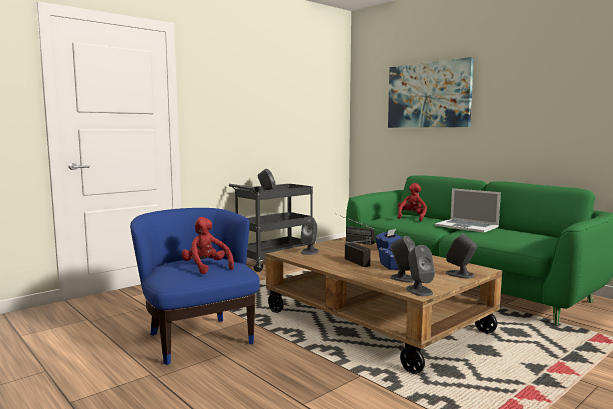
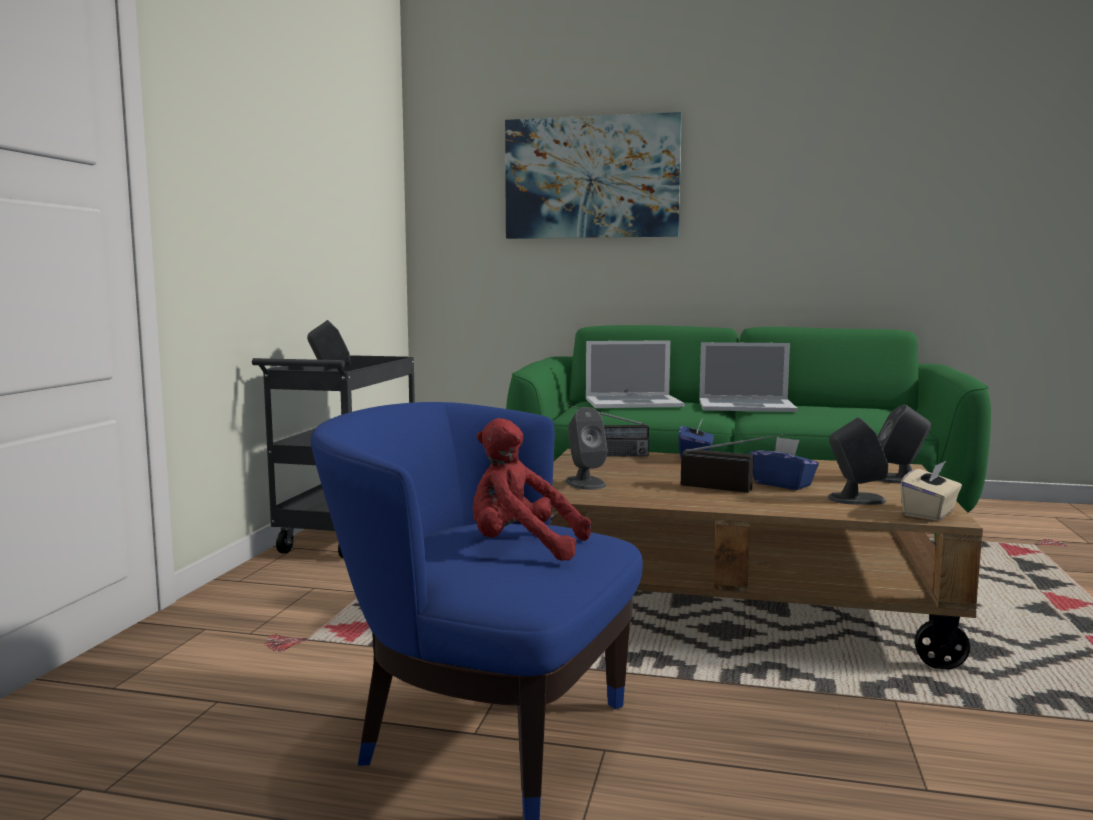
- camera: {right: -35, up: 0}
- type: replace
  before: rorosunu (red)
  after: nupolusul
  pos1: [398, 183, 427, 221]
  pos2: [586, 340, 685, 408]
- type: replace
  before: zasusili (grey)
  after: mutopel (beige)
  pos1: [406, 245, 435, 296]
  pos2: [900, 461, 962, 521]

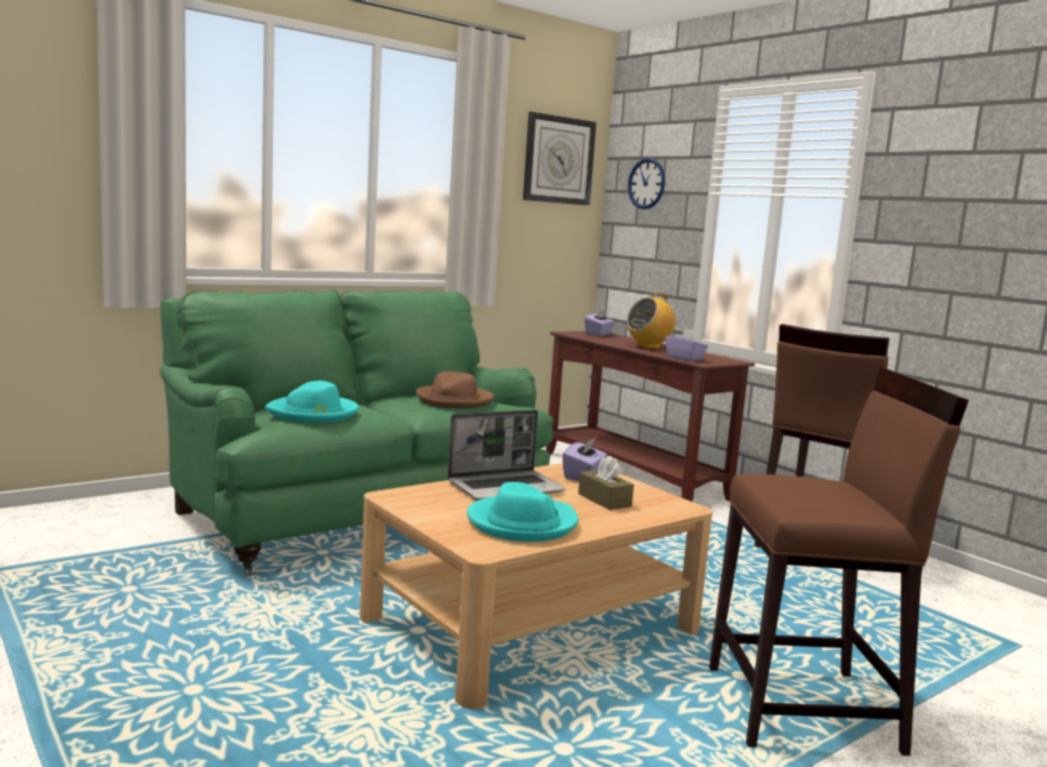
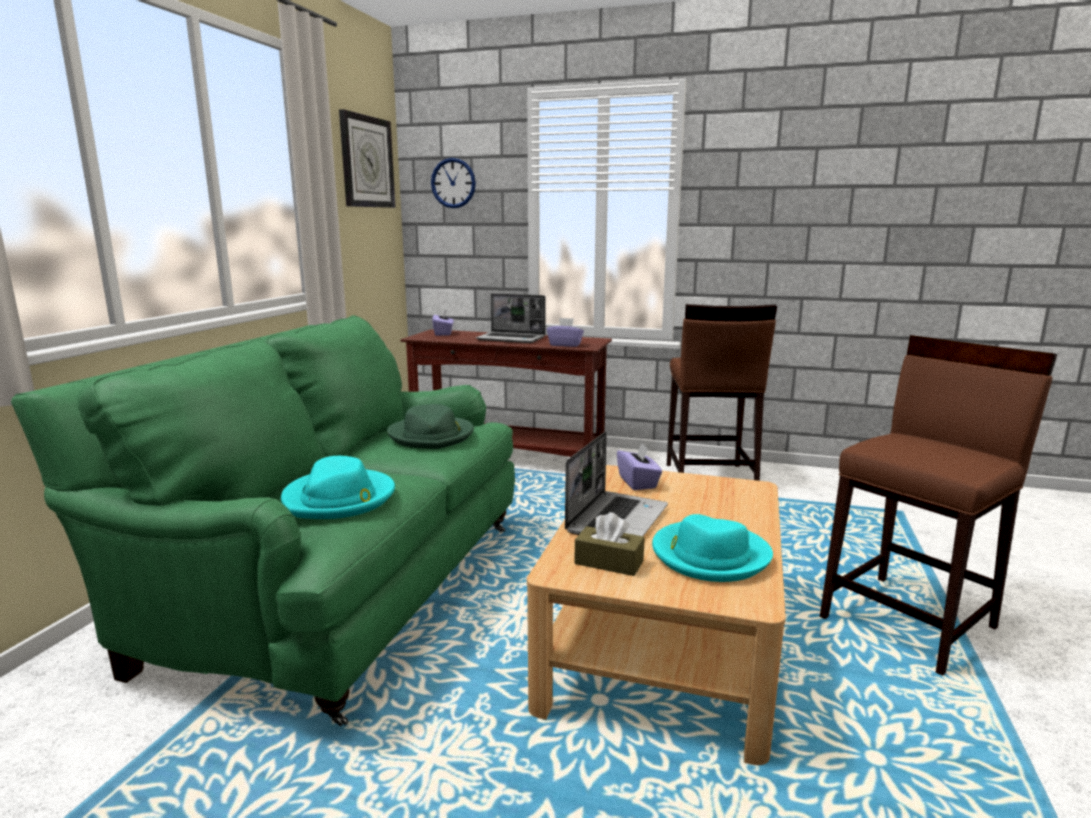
- camera: {right: -35, up: 5}
- type: recolor
  before: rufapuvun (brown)
  after: rufapuvun (green)
  pos1: [416, 371, 494, 408]
  pos2: [387, 404, 474, 449]
- type: replace
  before: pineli
  after: nupolusul
  pos1: [627, 292, 676, 349]
  pos2: [476, 293, 545, 343]
- type: move
  before: mutopel (brown)
  pos1: [578, 456, 634, 510]
  pos2: [575, 512, 645, 576]

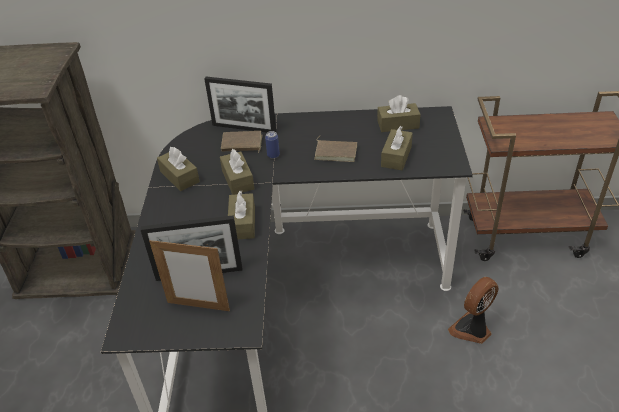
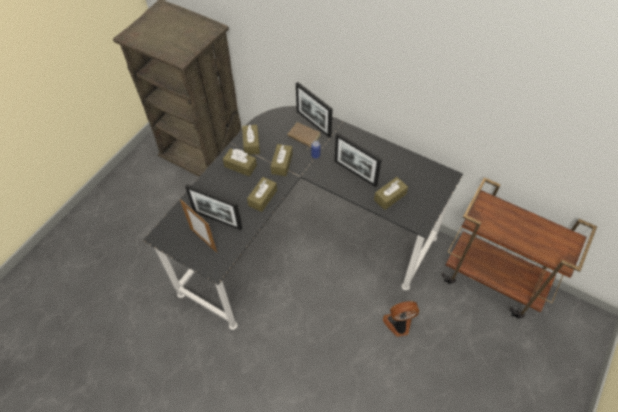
- camera: {right: 30, up: 15}
- type: move
  before: mutopel (brown)
  pos1: [377, 95, 421, 132]
  pos2: [223, 148, 257, 176]
- type: replace
  before: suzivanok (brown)
  after: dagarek
  pos1: [314, 135, 357, 162]
  pos2: [335, 133, 382, 187]

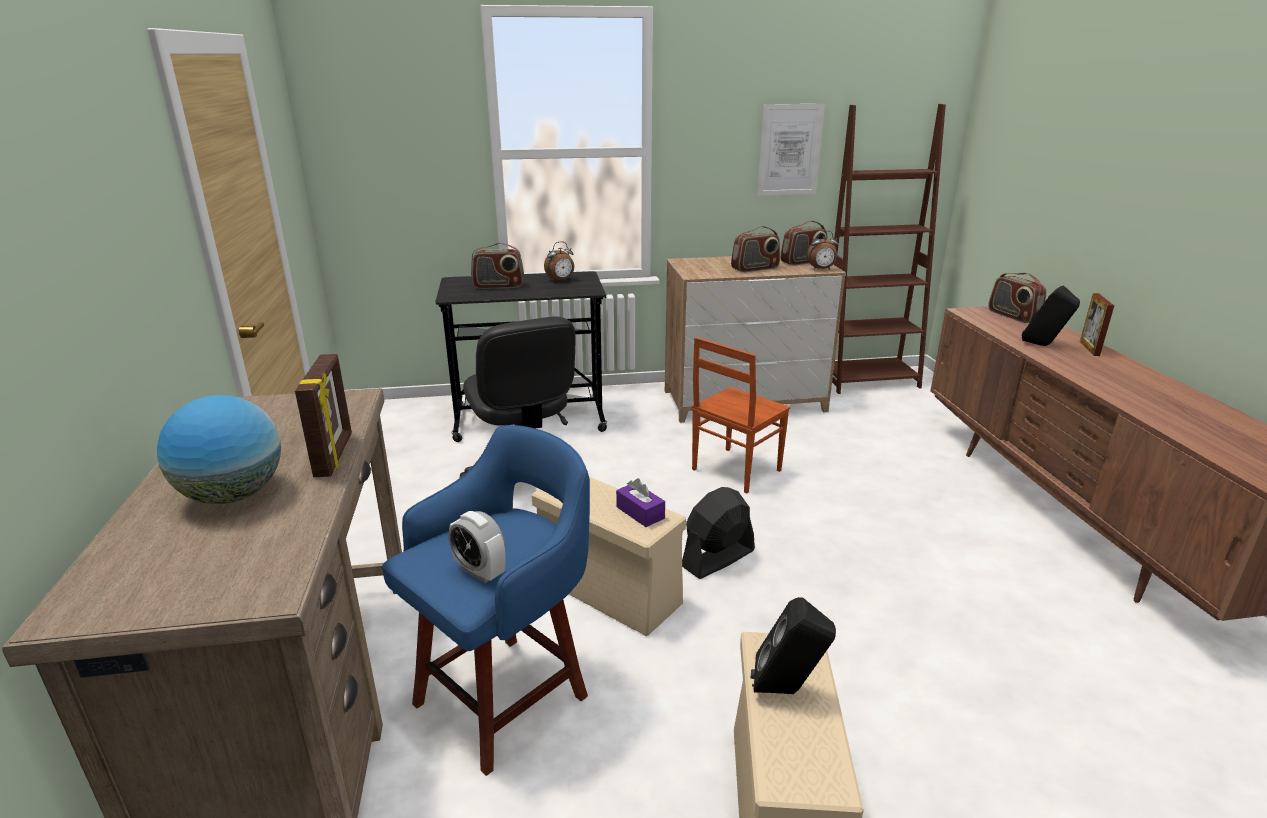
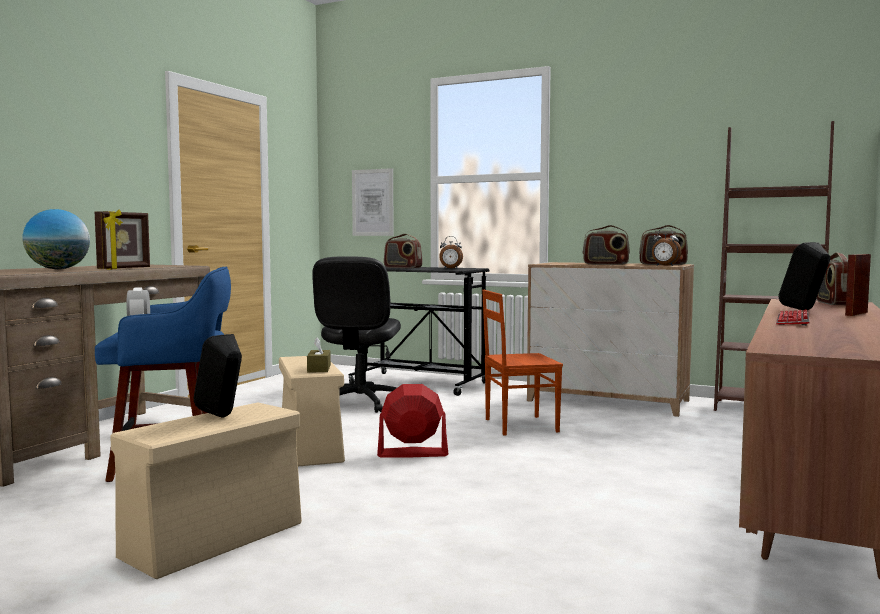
- camera: {right: 35, up: -20}
- type: recolor
  before: mutopel (purple)
  after: mutopel (brown)
  pos1: [616, 478, 665, 527]
  pos2: [307, 337, 331, 372]
- type: move
  before: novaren
  pos1: [758, 104, 825, 196]
  pos2: [352, 168, 394, 236]
- type: recolor
  before: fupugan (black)
  after: fupugan (red)
  pos1: [682, 487, 755, 579]
  pos2: [377, 384, 448, 457]
- type: insert
  after: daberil
  pos2: [776, 309, 810, 326]

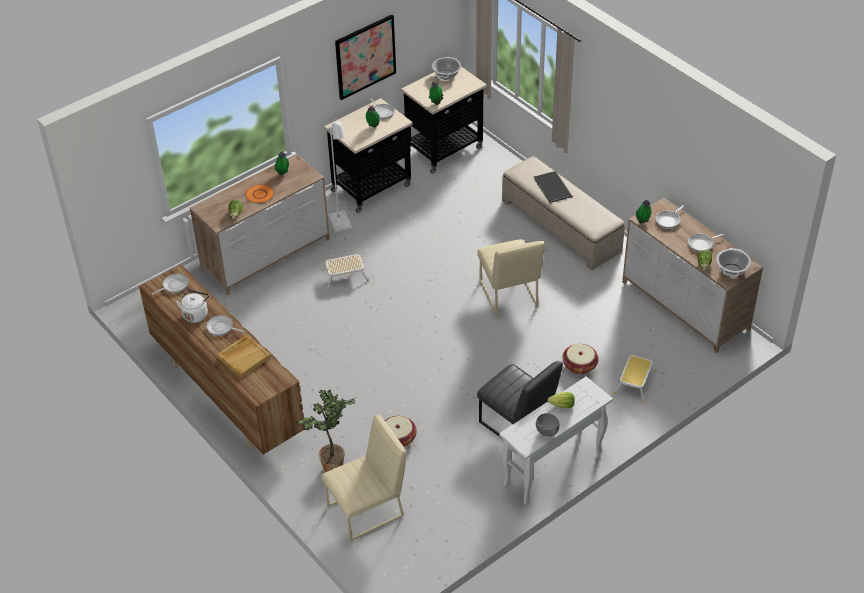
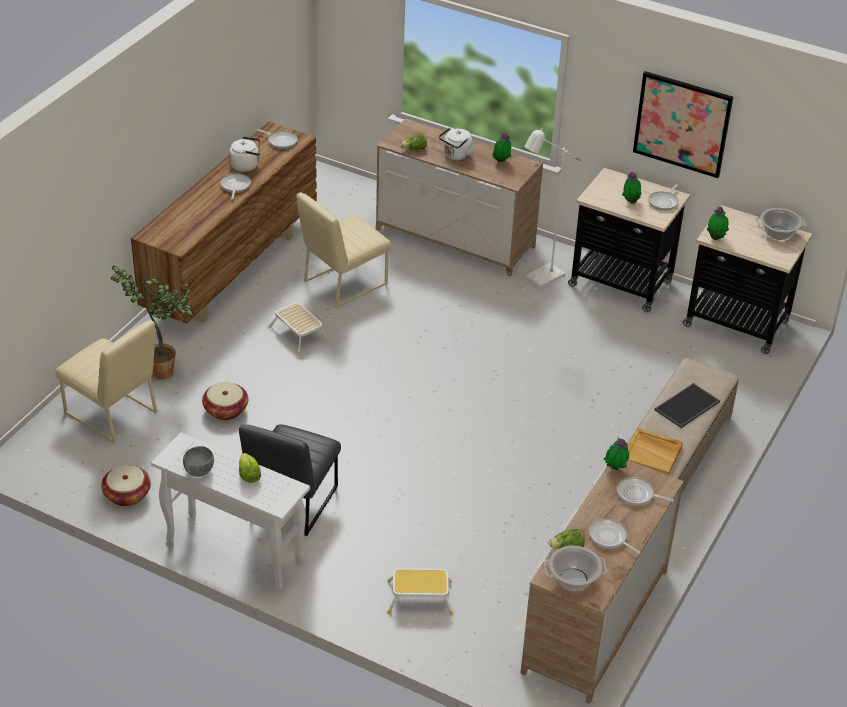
- camera: {right: 65, up: -5}
- type: move
  before: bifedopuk
  pos1: [562, 344, 599, 374]
  pos2: [101, 465, 151, 506]
- type: move
  before: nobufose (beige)
  pos1: [321, 254, 369, 290]
  pos2: [268, 302, 330, 355]
- type: move
  before: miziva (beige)
  pos1: [477, 239, 545, 316]
  pos2: [296, 192, 391, 308]
- type: replace
  before: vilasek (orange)
  after: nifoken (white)
  pos1: [245, 184, 274, 203]
  pos2: [439, 128, 474, 161]
- type: move
  before: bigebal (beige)
  pos1: [217, 335, 271, 378]
  pos2: [628, 428, 683, 475]

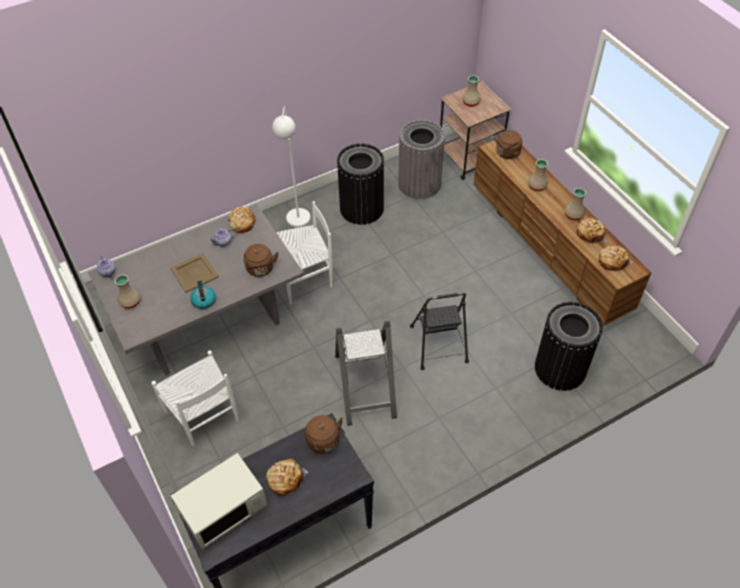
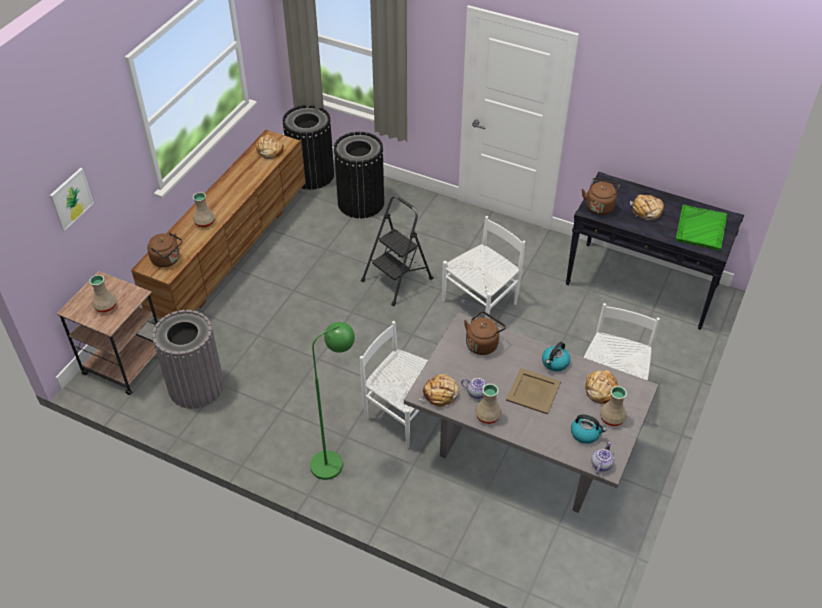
- camera: {right: -125, up: -5}
- type: insert
  after: novaren
  pos2: [50, 168, 94, 231]
- type: move
  before: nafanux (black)
  pos1: [337, 144, 384, 225]
  pos2: [283, 105, 334, 190]
- type: recolor
  before: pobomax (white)
  after: pobomax (green)
  pos1: [272, 106, 311, 228]
  pos2: [310, 322, 355, 480]
- type: replace
  before: nobufose (grey)
  after: miziva (white)
  pos1: [335, 321, 397, 426]
  pos2: [442, 216, 525, 319]
- type: move
  before: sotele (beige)
  pos1: [565, 188, 586, 221]
  pos2: [475, 384, 501, 424]
- type: insert
  after: nifoken
  pos2: [571, 414, 607, 444]
- type: move
  before: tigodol
  pos1: [576, 218, 607, 243]
  pos2: [584, 370, 618, 404]
- type: replace
  before: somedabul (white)
  after: bigebal (green)
  pos1: [171, 453, 267, 549]
  pos2: [676, 204, 727, 251]

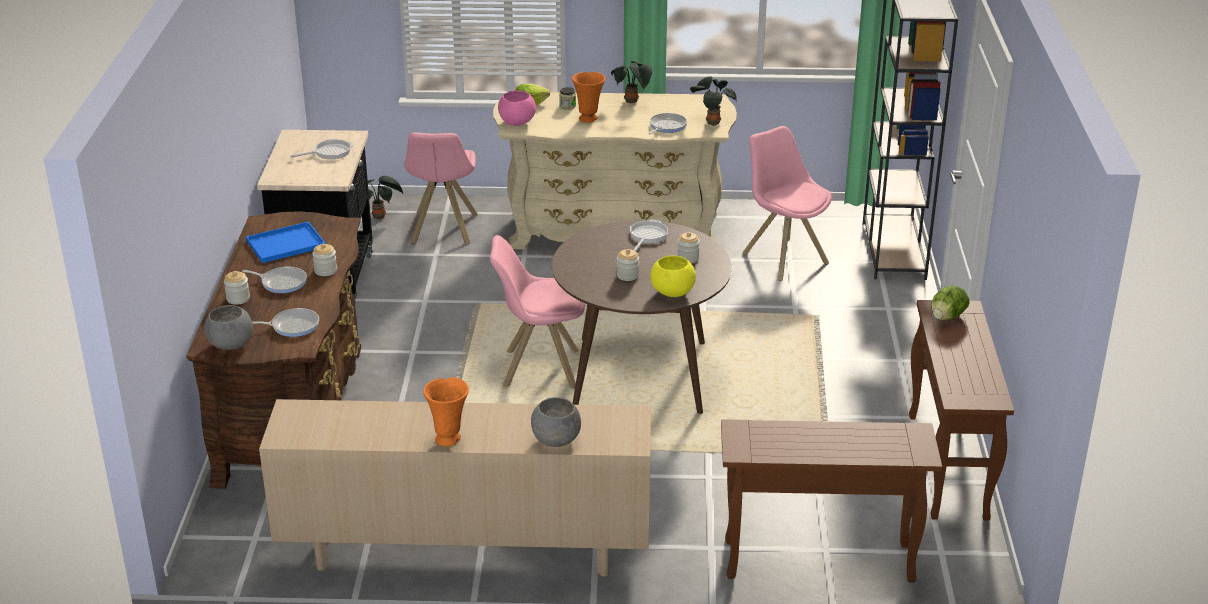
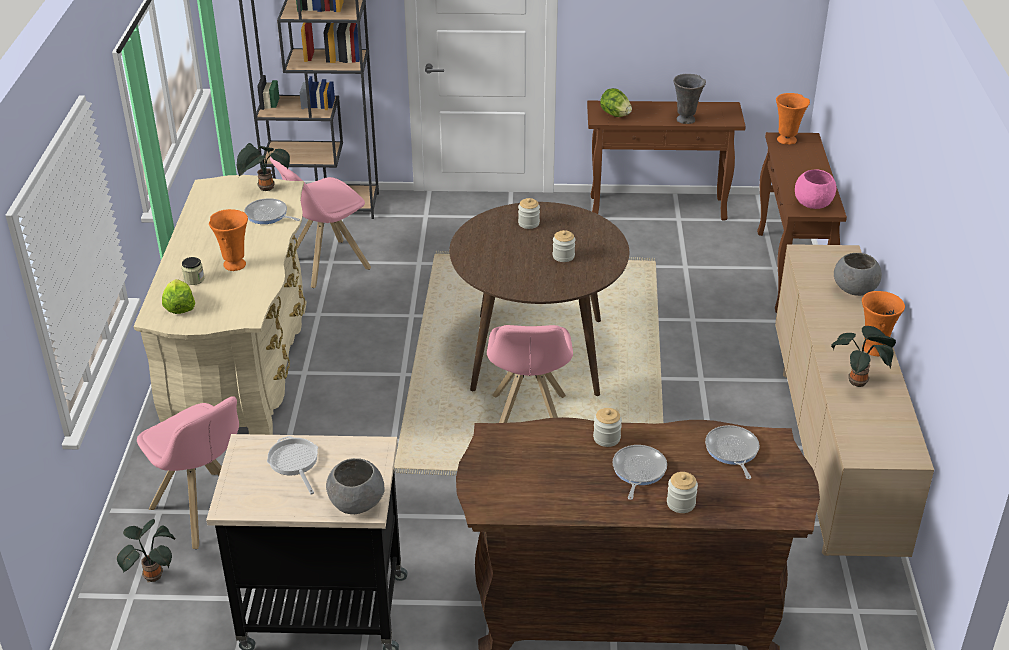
- camera: {right: -90, up: 5}
- type: rotate
  before: miziva (pink)
  pos1: [404, 133, 478, 244]
  pos2: [137, 396, 239, 549]
  turn: 45
- type: move
  before: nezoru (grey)
  pos1: [204, 305, 253, 350]
  pos2: [326, 458, 385, 514]
- type: insert
  after: sotele (grey)
  pos2: [673, 74, 706, 124]
- type: insert
  after: sotele (orange)
  pos2: [776, 93, 810, 145]
- type: move
  before: nezoru (pink)
  pos1: [498, 90, 536, 126]
  pos2: [795, 169, 836, 209]
- type: move
  before: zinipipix
  pos1: [611, 60, 652, 103]
  pos2: [831, 326, 896, 387]
- type: delete
  before: bigebal (blue)
  pos1: [246, 221, 326, 263]
- type: delete
  before: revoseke
  pos1: [630, 220, 668, 251]
- type: delete
  before: nezoru (yellow)
  pos1: [650, 256, 696, 297]

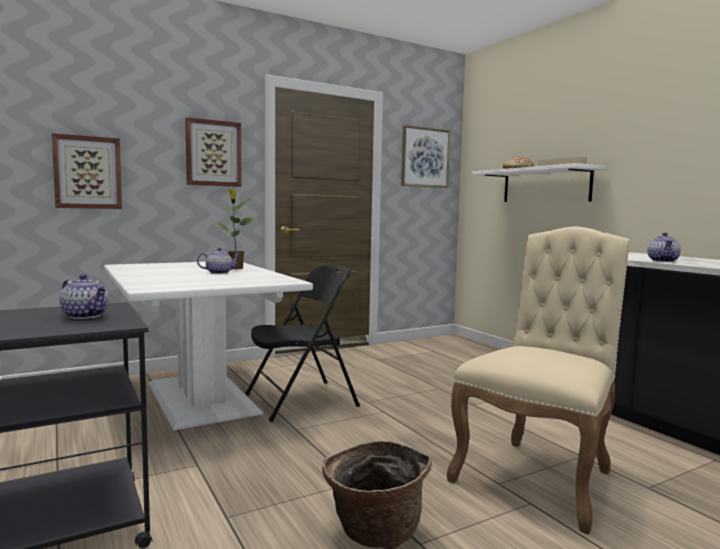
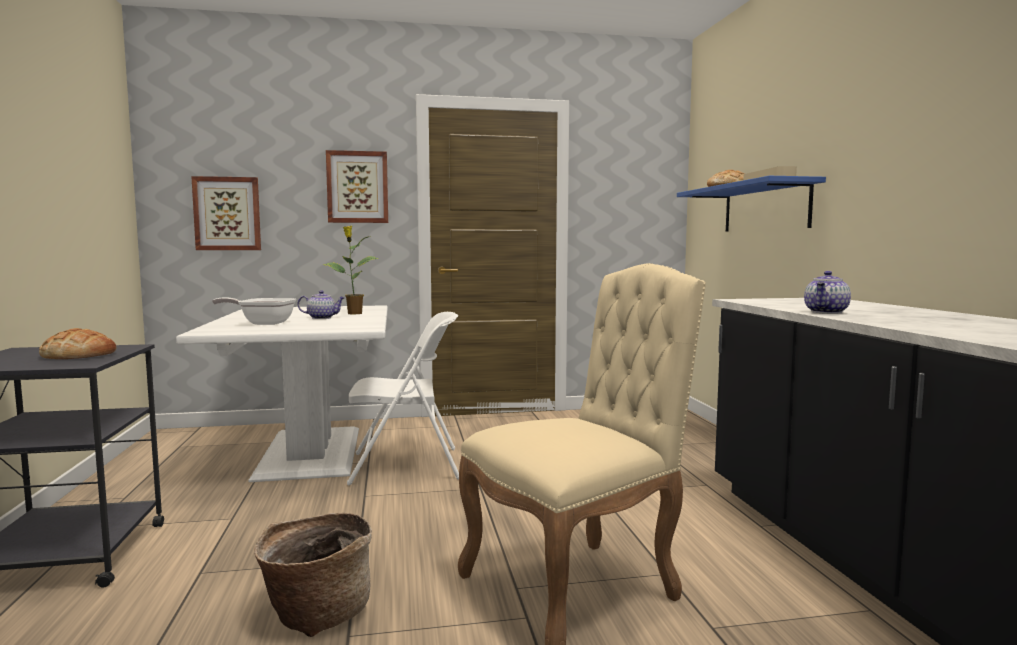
- camera: {right: 20, up: 0}
- type: replace
  before: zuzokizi
  after: tigodol
  pos1: [59, 274, 108, 319]
  pos2: [39, 328, 116, 359]
- type: insert
  after: revoseke
  pos2: [212, 297, 296, 325]
- type: recolor
  before: miziva (black)
  after: miziva (white)
  pos1: [245, 265, 360, 422]
  pos2: [347, 312, 459, 486]
- type: recolor
  before: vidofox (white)
  after: vidofox (blue)
  pos1: [472, 163, 606, 202]
  pos2: [677, 176, 826, 232]
- type: delete
  before: novaren
  pos1: [401, 125, 451, 188]

